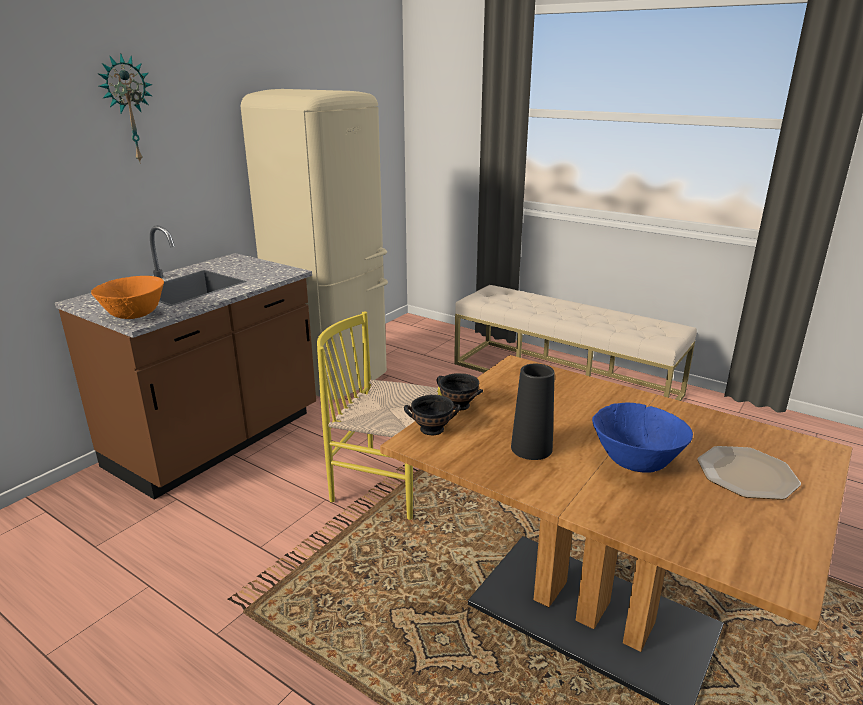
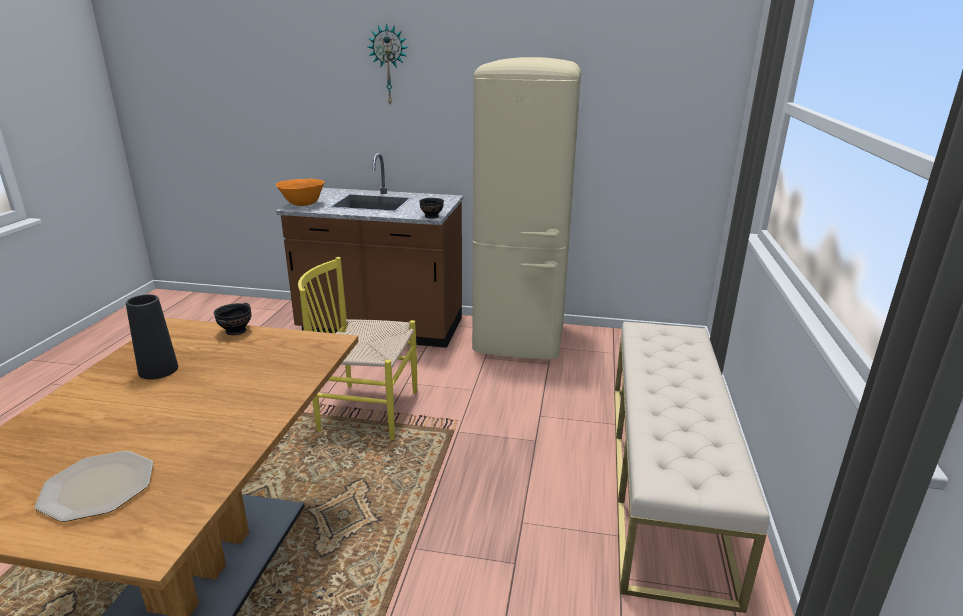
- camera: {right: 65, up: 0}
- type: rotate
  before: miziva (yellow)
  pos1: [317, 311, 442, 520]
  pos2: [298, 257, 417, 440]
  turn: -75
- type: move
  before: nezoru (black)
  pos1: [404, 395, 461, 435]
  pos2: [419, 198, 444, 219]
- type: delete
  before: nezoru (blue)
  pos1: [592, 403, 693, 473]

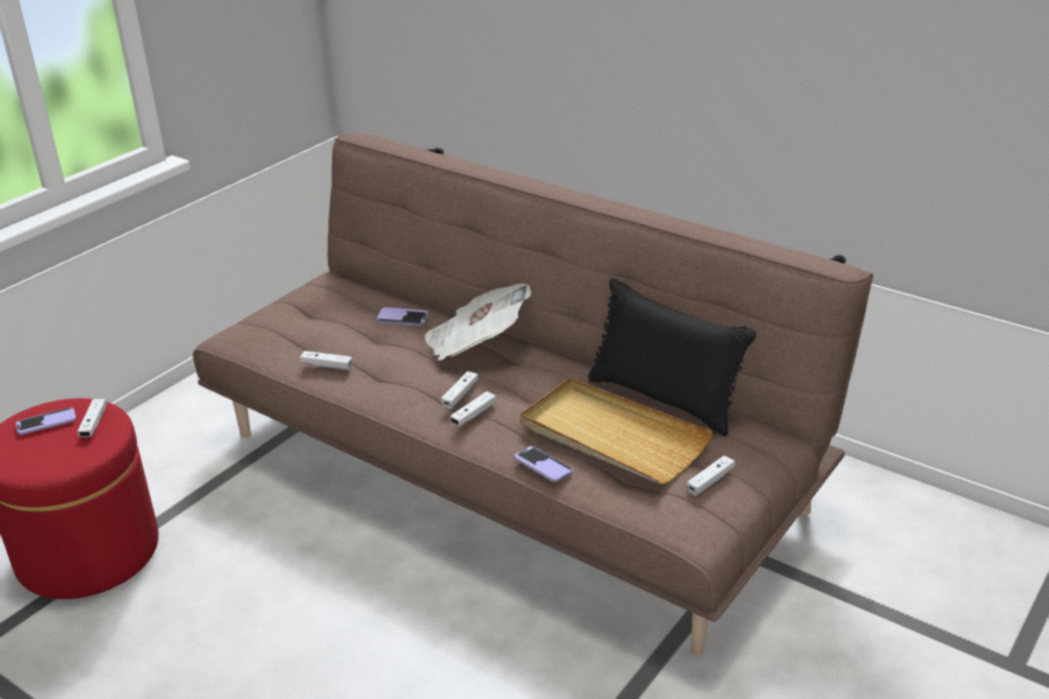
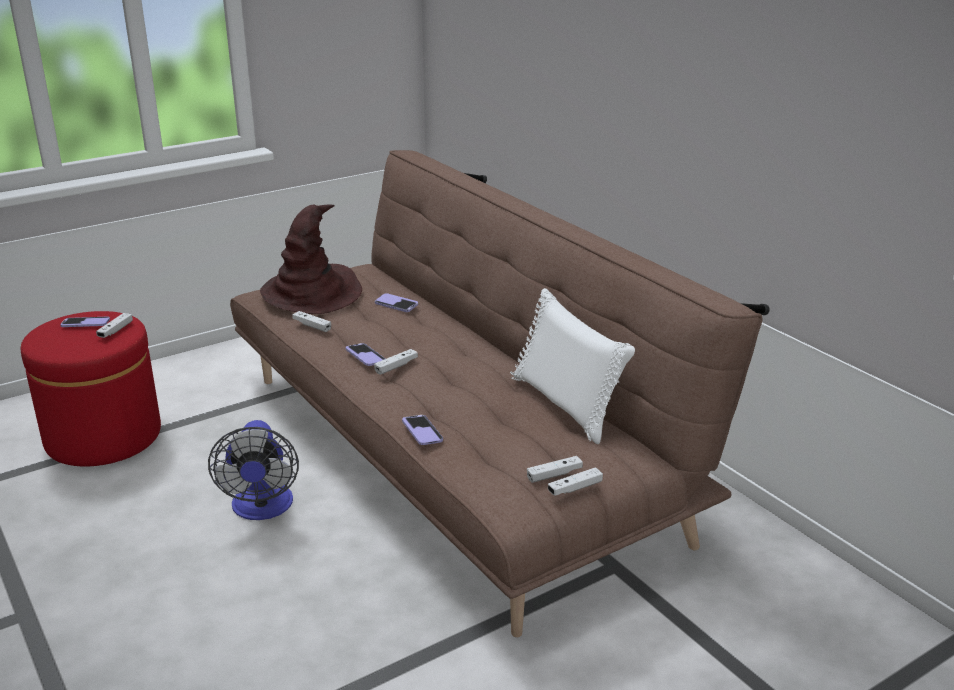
- camera: {right: 20, up: -5}
- type: insert
  after: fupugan
  pos2: [208, 420, 299, 520]
- type: insert
  after: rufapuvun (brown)
  pos2: [260, 204, 362, 314]
- type: insert
  after: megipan
  pos2: [346, 343, 385, 366]
- type: recolor
  before: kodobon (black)
  after: kodobon (white)
  pos1: [587, 278, 756, 436]
  pos2: [510, 288, 635, 444]
- type: move
  before: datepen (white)
  pos1: [450, 391, 496, 426]
  pos2: [548, 467, 603, 496]
- type: delete
  before: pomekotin
  pos1: [424, 283, 531, 361]
- type: delete
  before: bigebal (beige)
  pos1: [521, 378, 713, 485]

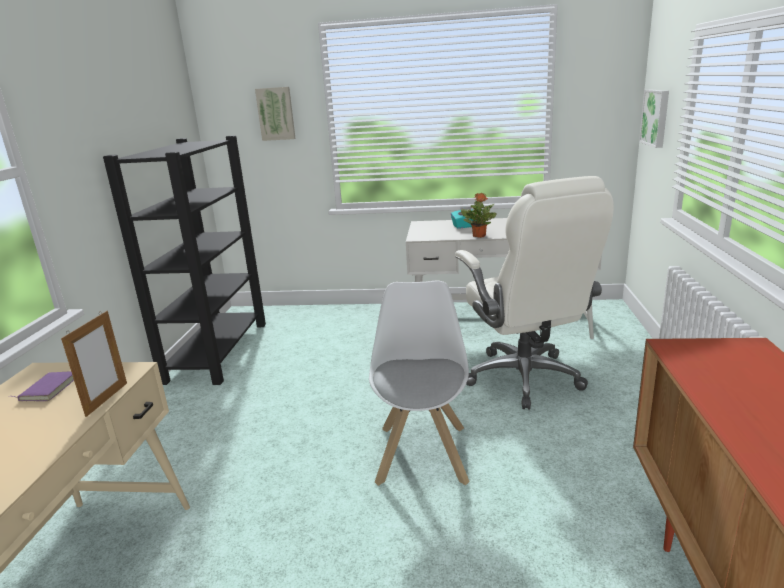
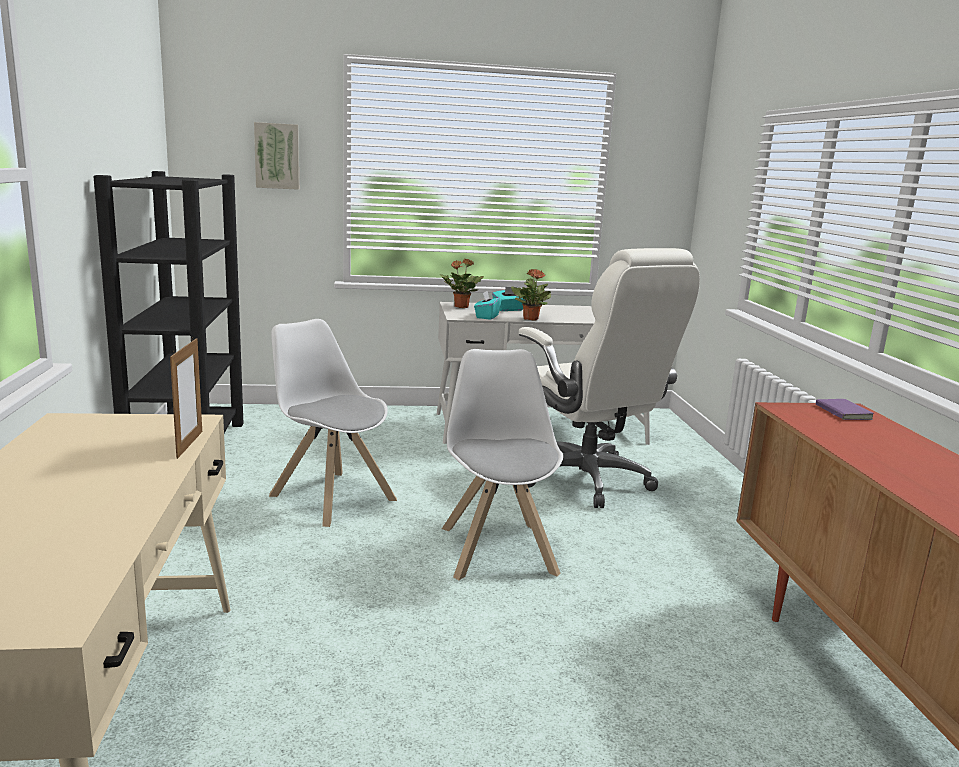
- camera: {right: -15, up: -5}
- type: insert
  after: miziva
  pos2: [269, 319, 397, 527]
- type: insert
  after: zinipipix
  pos2: [440, 259, 484, 308]
- type: insert
  after: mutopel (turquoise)
  pos2: [474, 291, 501, 320]
- type: move
  before: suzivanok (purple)
  pos1: [8, 371, 74, 401]
  pos2: [816, 399, 874, 420]
- type: delete
  before: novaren
  pos1: [639, 90, 669, 148]

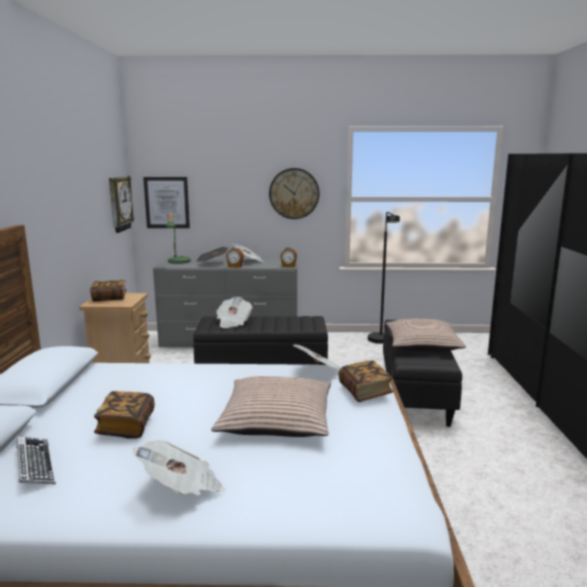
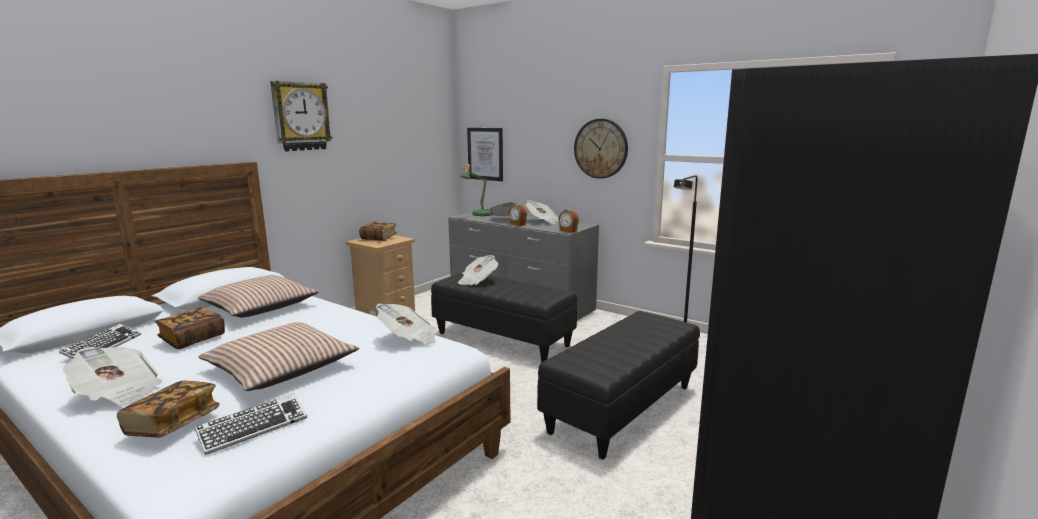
- camera: {right: 35, up: 0}
- type: move
  before: suzivanok
  pos1: [339, 360, 393, 402]
  pos2: [117, 380, 219, 438]
- type: insert
  after: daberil
  pos2: [195, 393, 307, 455]
- type: move
  before: kodobon
  pos1: [385, 319, 466, 351]
  pos2: [198, 275, 319, 317]
- type: move
  before: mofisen
  pos1: [109, 176, 134, 233]
  pos2: [270, 81, 333, 151]

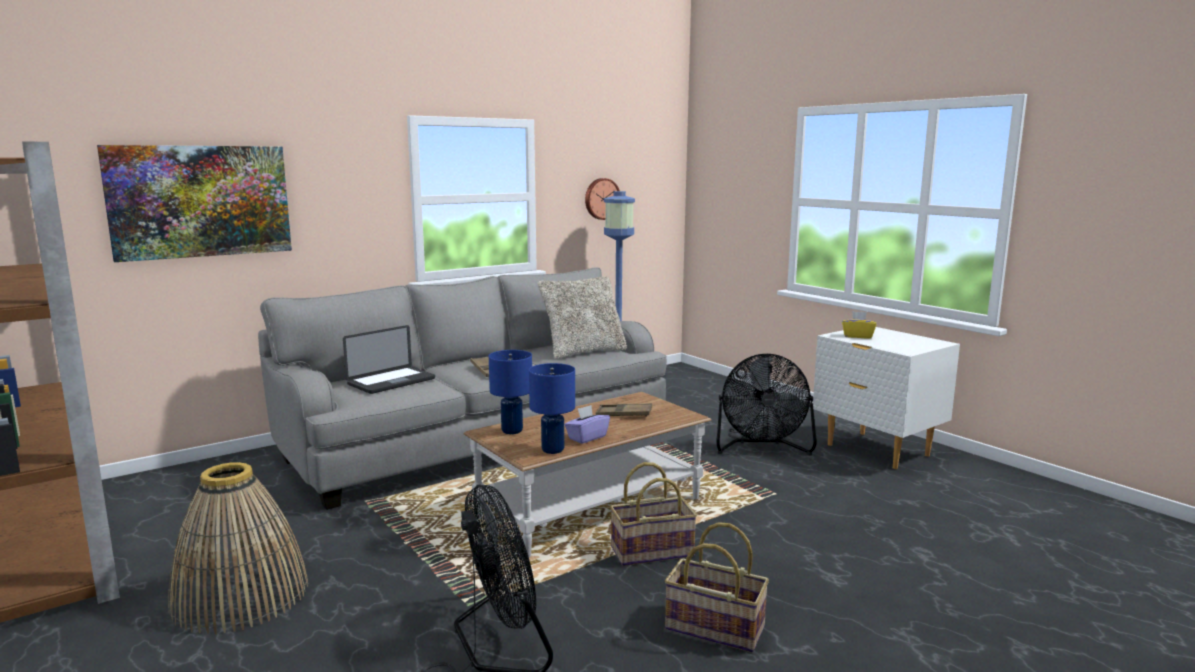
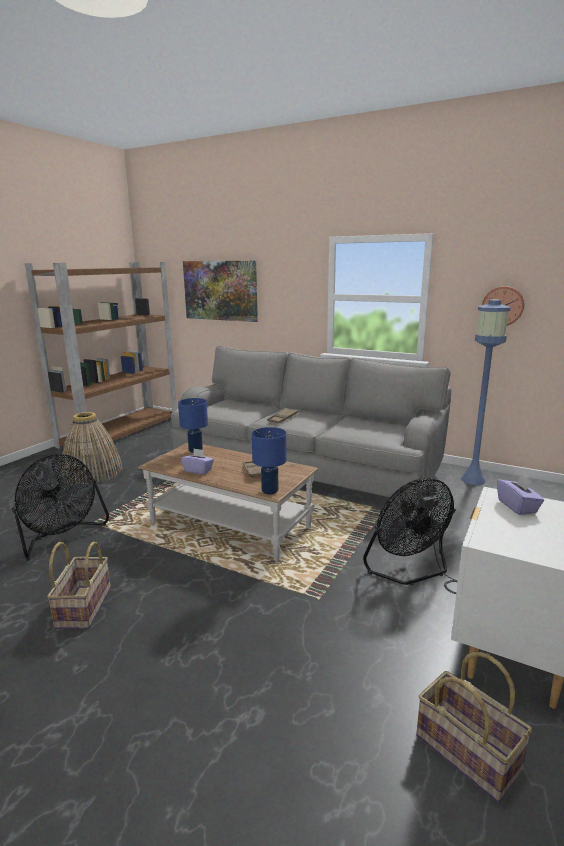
- camera: {right: 65, up: 5}
- type: move
  before: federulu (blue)
  pos1: [529, 363, 575, 454]
  pos2: [252, 427, 286, 495]
- type: rotate
  before: fupugan (black)
  pos1: [716, 354, 817, 456]
  pos2: [363, 478, 458, 594]
  turn: 90
- type: move
  before: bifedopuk
  pos1: [610, 462, 697, 566]
  pos2: [416, 652, 532, 802]
- type: recolor
  before: mutopel (yellow)
  after: mutopel (purple)
  pos1: [842, 311, 877, 339]
  pos2: [497, 474, 544, 515]
- type: delete
  before: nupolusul
  pos1: [343, 325, 435, 394]
- type: delete
  before: kodobon (beige)
  pos1: [538, 276, 627, 359]

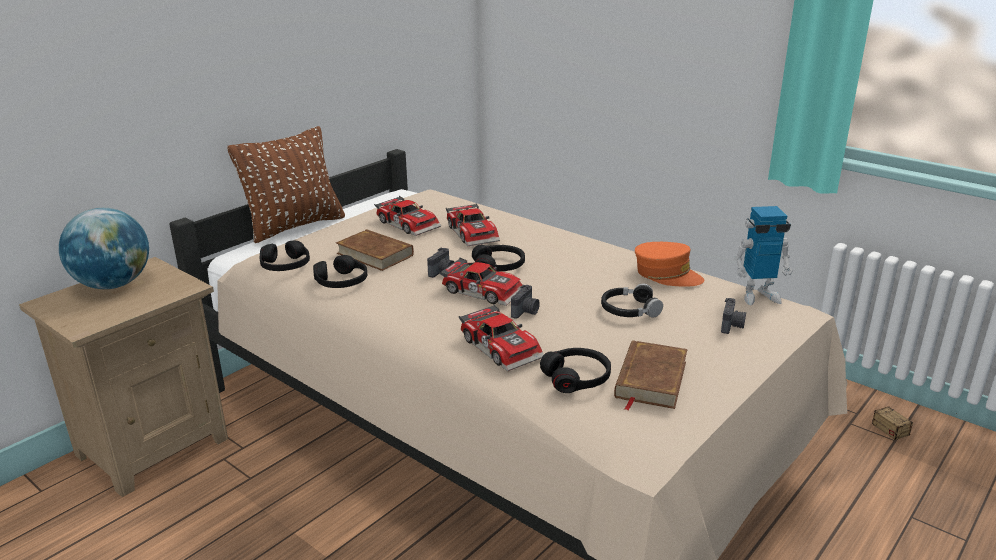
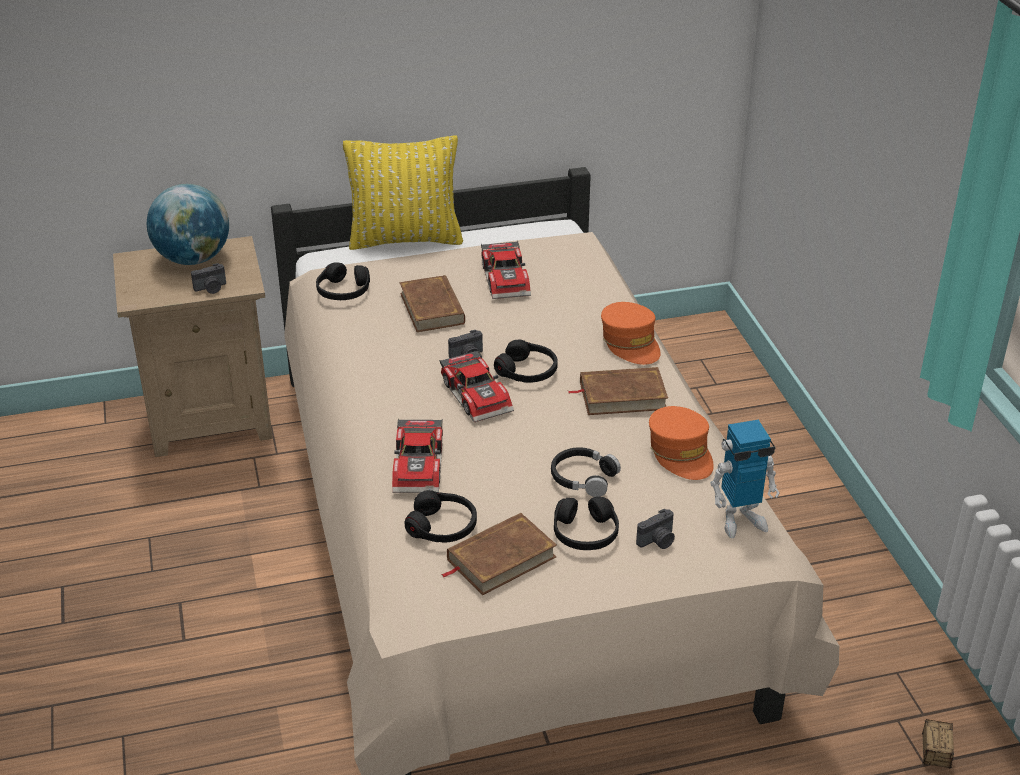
- camera: {right: 35, up: 10}
- type: move
  before: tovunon
  pos1: [511, 285, 540, 319]
  pos2: [191, 263, 226, 294]
- type: recolor
  before: kodobon (brown)
  after: kodobon (yellow)
  pos1: [227, 126, 345, 243]
  pos2: [343, 135, 463, 250]
- type: move
  before: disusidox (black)
  pos1: [313, 255, 367, 288]
  pos2: [554, 497, 619, 550]
- type: insert
  after: suzivanok (brown)
  pos2: [568, 367, 668, 415]
- type: insert
  after: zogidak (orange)
  pos2: [601, 302, 661, 365]
- type: rotate
  before: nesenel
  pos1: [734, 206, 793, 305]
  pos2: [710, 420, 780, 538]
  turn: -45
- type: delete
  before: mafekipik
  pos1: [446, 204, 500, 246]

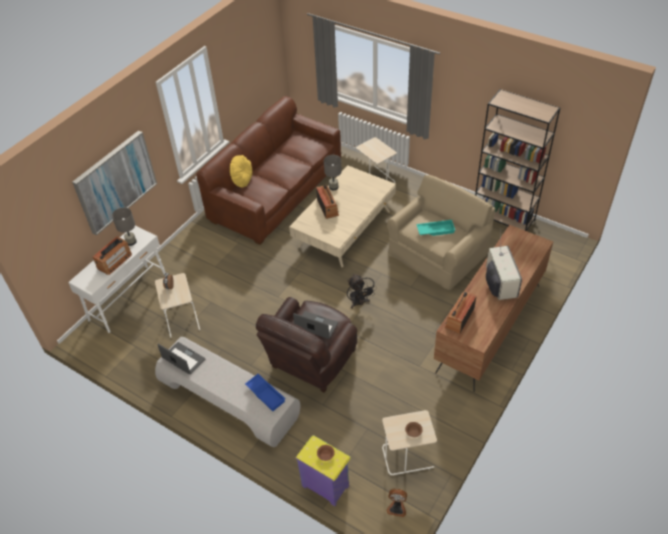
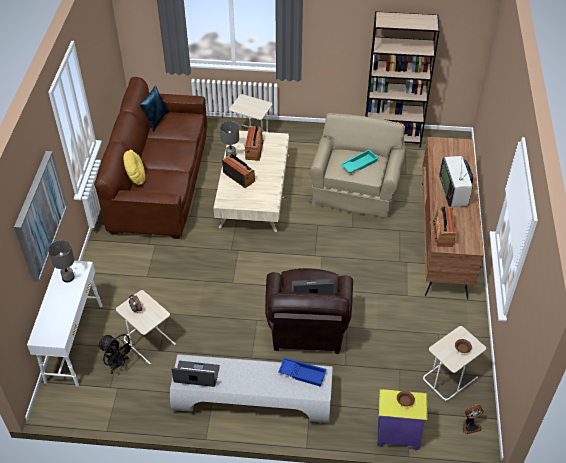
- camera: {right: -30, up: 0}
- type: move
  before: fupugan (black)
  pos1: [347, 274, 377, 309]
  pos2: [97, 334, 134, 374]
- type: insert
  after: kodobon (blue)
  pos2: [139, 85, 169, 132]
- type: move
  before: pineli
  pos1: [93, 236, 132, 275]
  pos2: [245, 126, 264, 161]
- type: rotate
  before: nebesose
  pos1: [486, 232, 522, 300]
  pos2: [439, 153, 473, 207]
  turn: -150

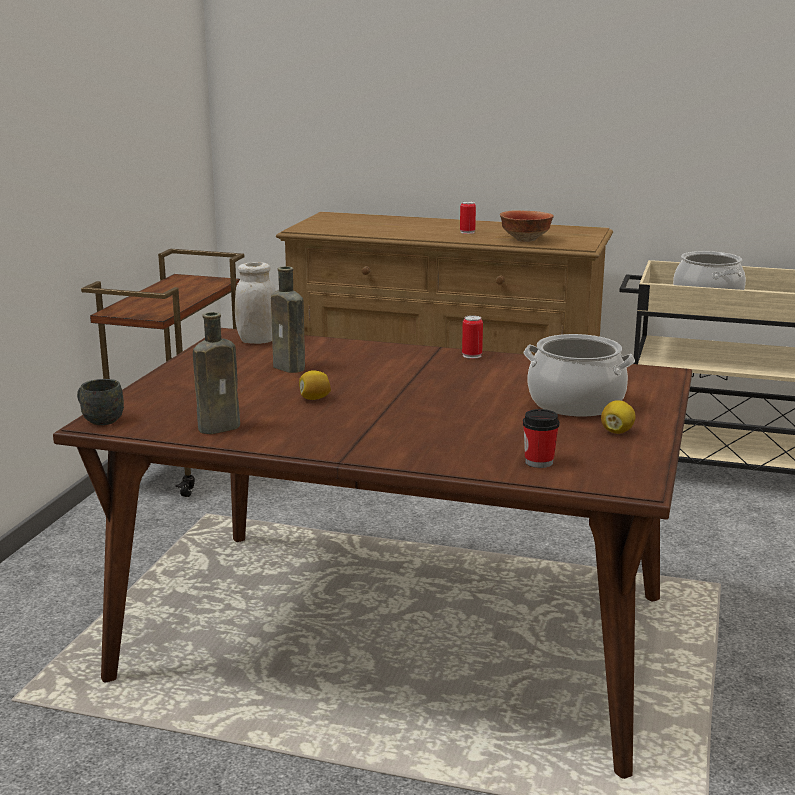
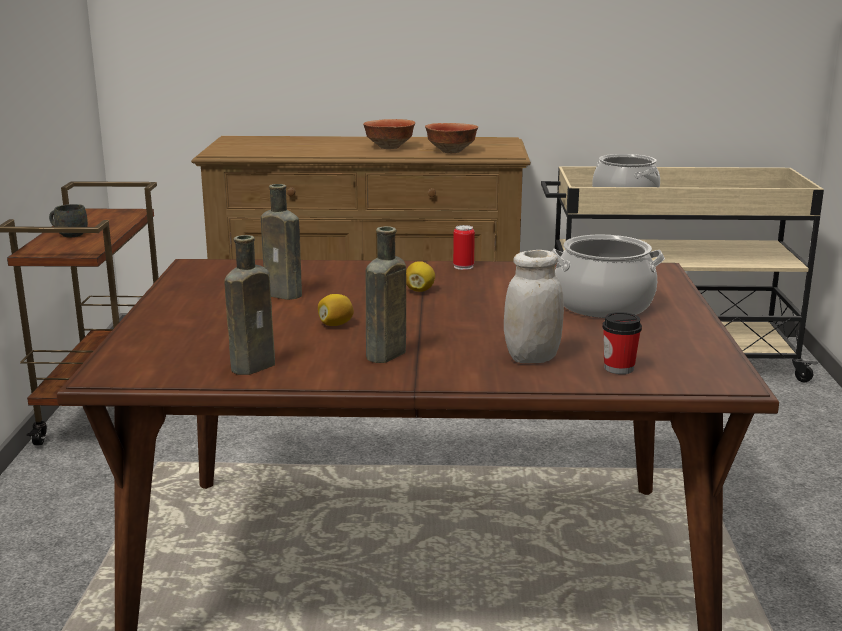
- camera: {right: -15, up: 0}
- type: move
  before: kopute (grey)
  pos1: [77, 379, 124, 425]
  pos2: [49, 204, 88, 237]
- type: replace
  before: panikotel
  after: nezoru
  pos1: [460, 201, 476, 234]
  pos2: [363, 119, 415, 149]
- type: insert
  after: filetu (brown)
  pos2: [366, 226, 406, 363]
- type: move
  before: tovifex
  pos1: [601, 400, 636, 434]
  pos2: [406, 261, 435, 292]
- type: move
  before: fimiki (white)
  pos1: [235, 262, 276, 344]
  pos2: [504, 250, 564, 363]

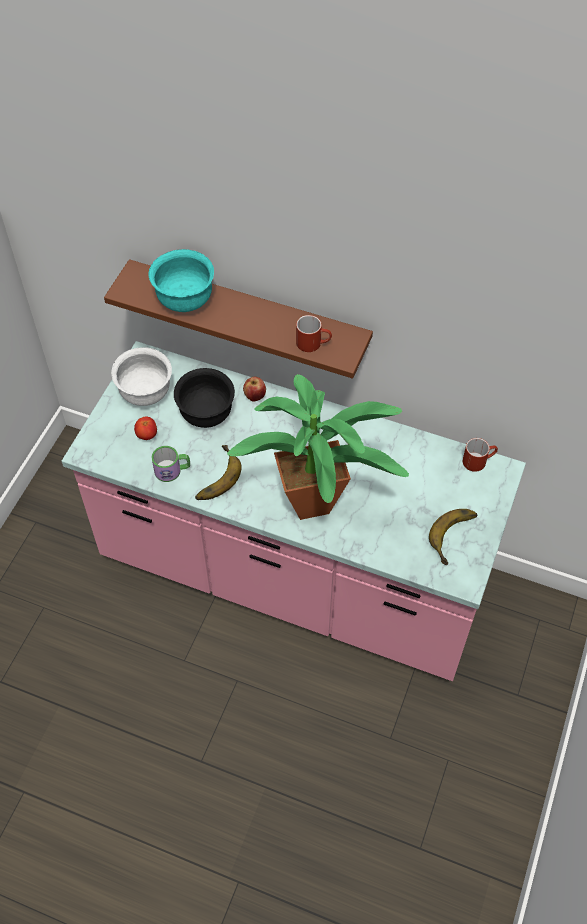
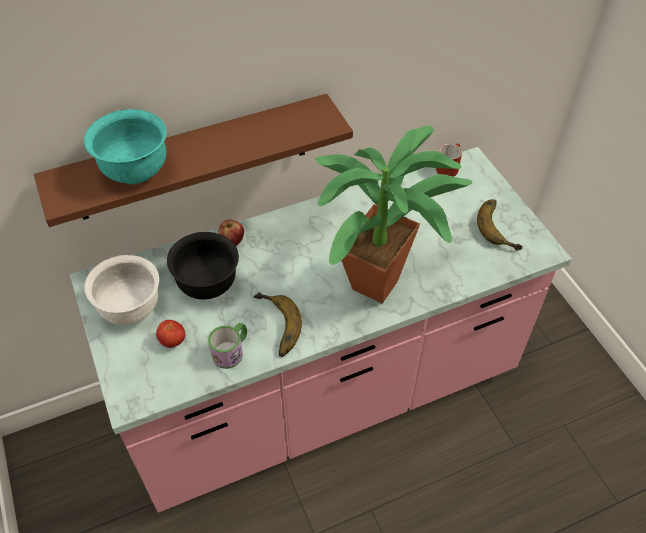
- camera: {right: -45, up: -5}
- type: delete
  before: kopute (red)
  pos1: [296, 315, 332, 352]

